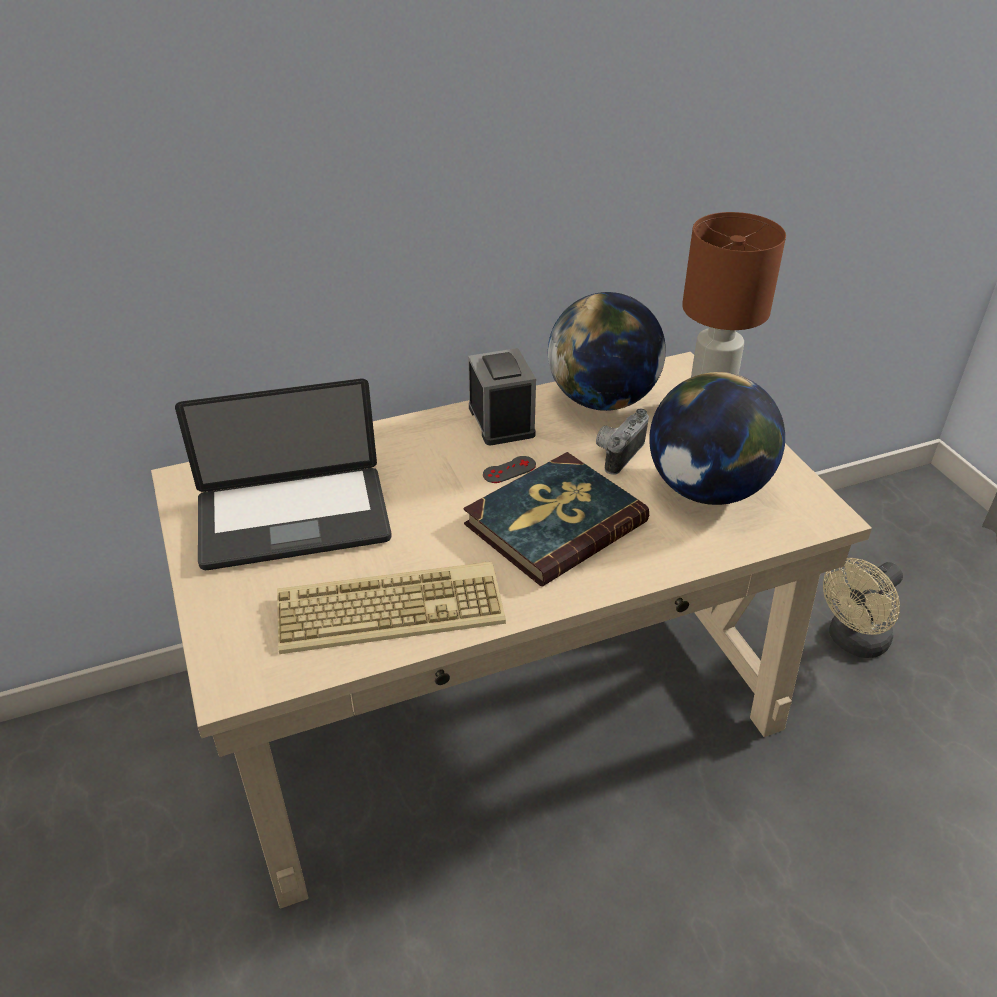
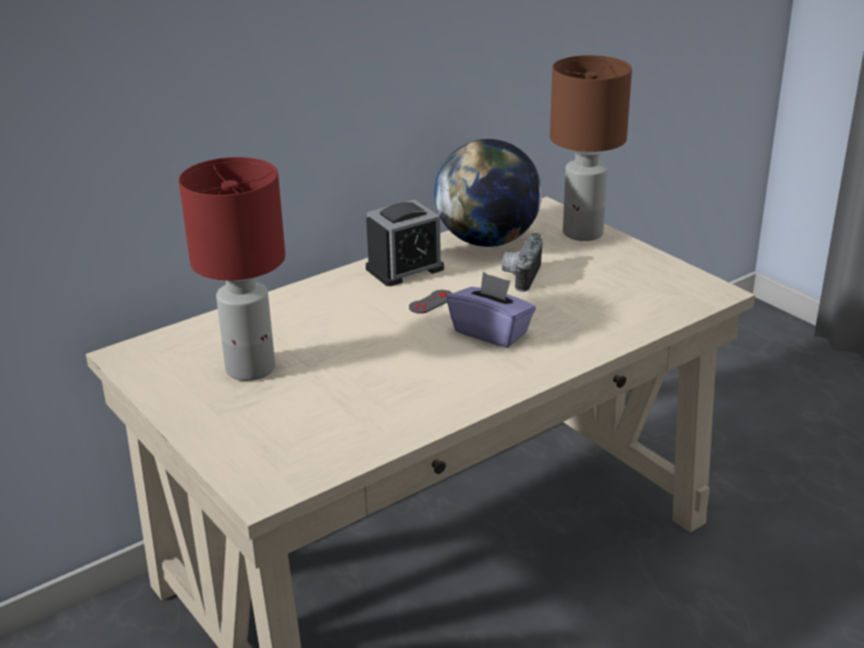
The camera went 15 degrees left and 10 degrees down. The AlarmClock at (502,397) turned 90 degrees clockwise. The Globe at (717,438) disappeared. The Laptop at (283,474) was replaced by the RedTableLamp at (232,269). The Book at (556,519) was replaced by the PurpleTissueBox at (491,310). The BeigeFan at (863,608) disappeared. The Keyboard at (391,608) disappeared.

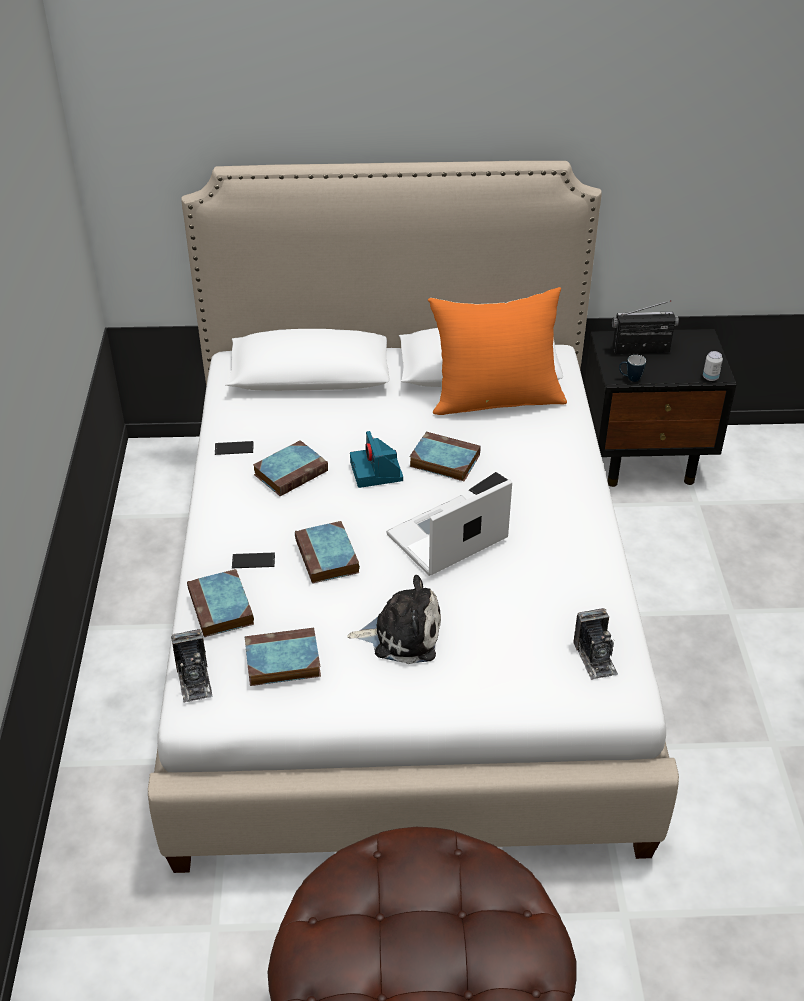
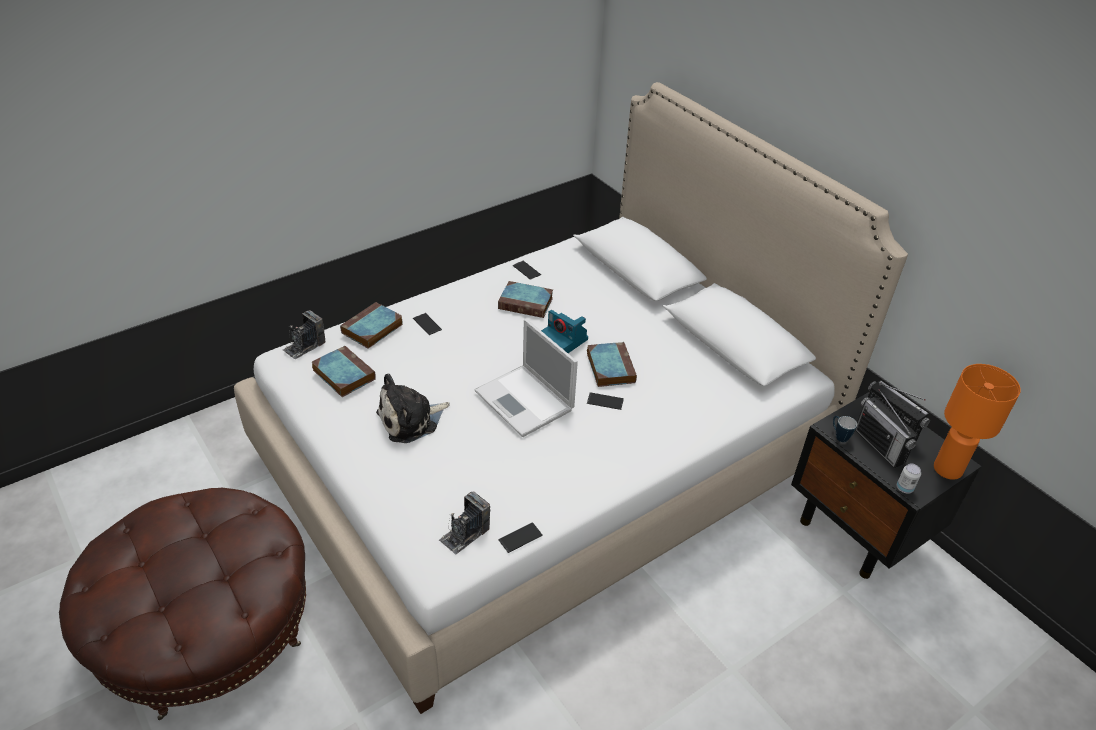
The camera went 55 degrees right and 0 degrees up. The OrangePillow at (497,351) disappeared. The PhotoCamera at (376,459) turned 90 degrees counterclockwise. The Laptop at (449,527) turned 150 degrees counterclockwise. The Book at (327,552) disappeared. The PlushToy at (394,619) turned 90 degrees clockwise. The OrangeTableLamp at (977,422) appeared. The Radio at (887,428) appeared. The Phone at (520,537) appeared.

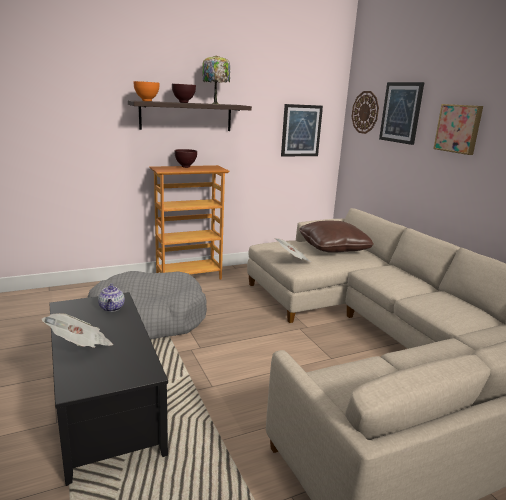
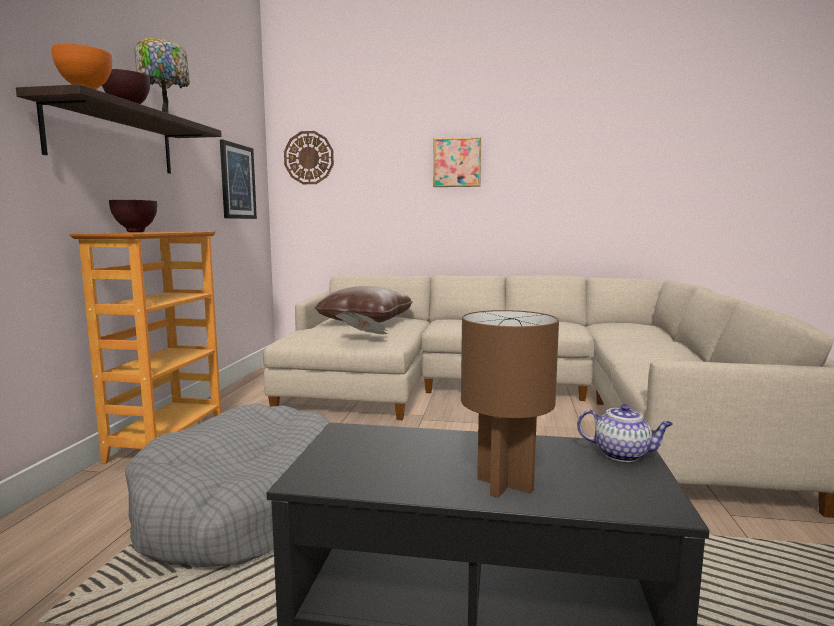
The camera went 55 degrees left and 10 degrees down. The Picture at (401,113) disappeared. The Teapot moved from (111,298) to (625,433). The Newspaper at (77,330) was replaced by the BrownTableLamp at (510,404).

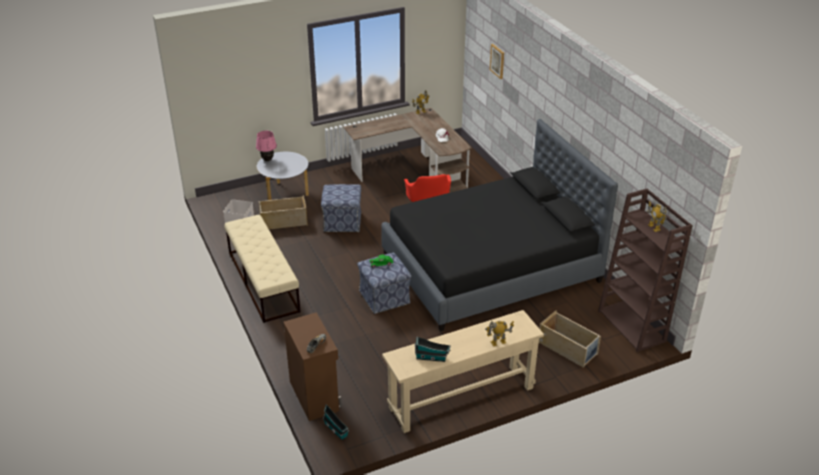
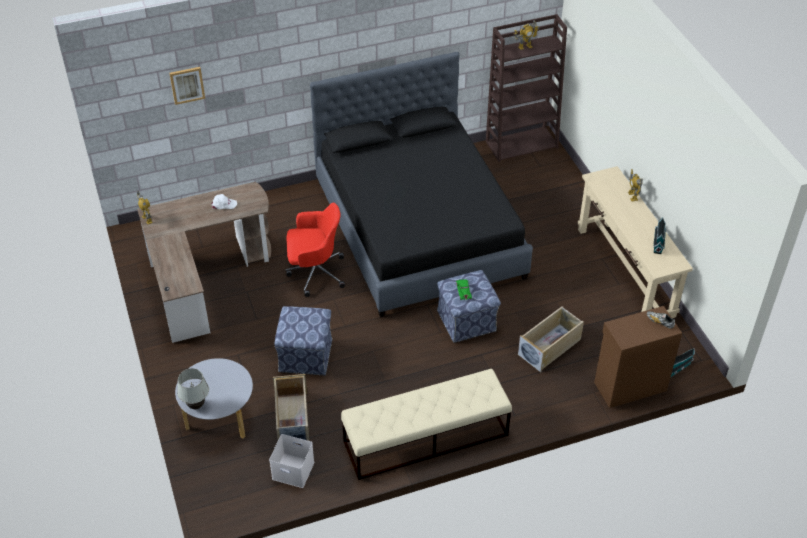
The camera went 85 degrees left and 10 degrees up. The PinkTableLamp at (266,146) became the WhiteTableLamp at (193,388). The BeigeStorageBox moved from (569,339) to (551,339).

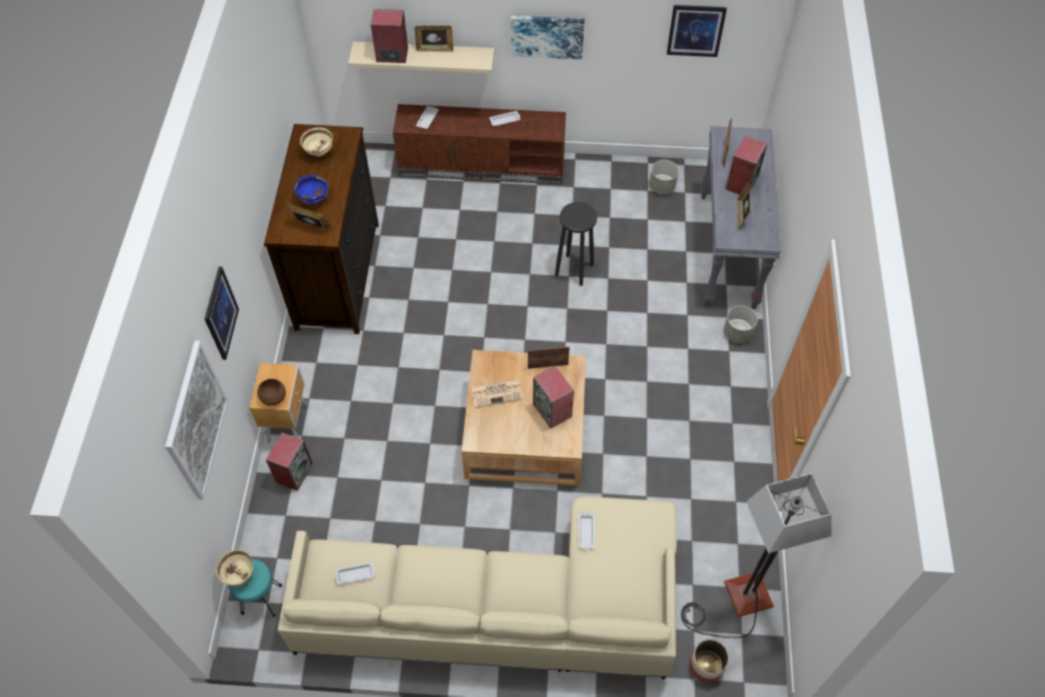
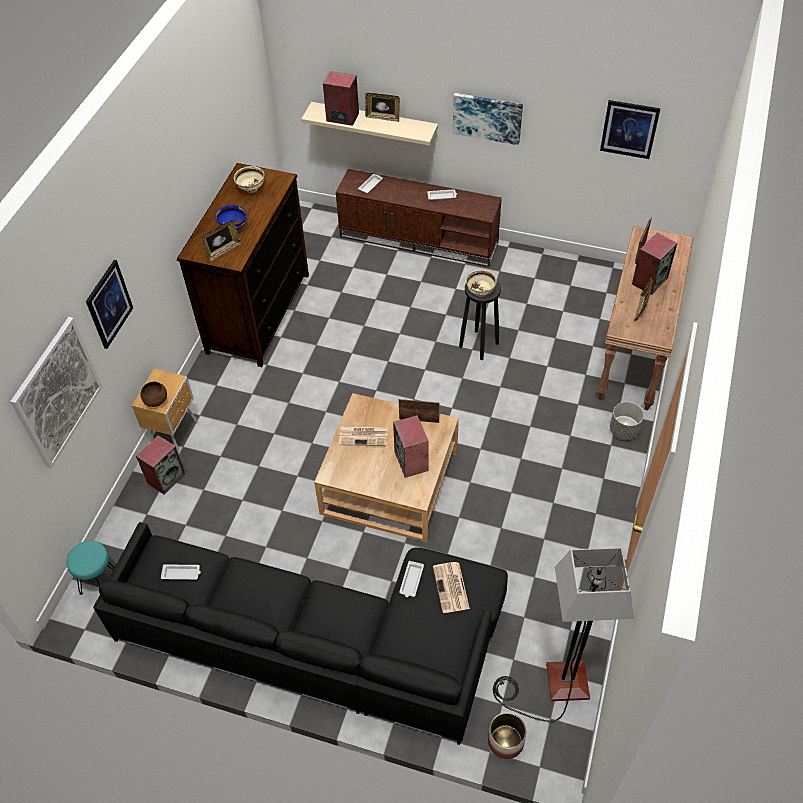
The camera went 15 degrees right and 5 degrees down. The GreyConsoleTable at (741,217) became the BrownConsoleTable at (645,318). The GreyPlanter at (664,177) disappeared. The PictureFrame at (309,216) turned 105 degrees clockwise. The BeigeSofa at (477,588) became the BlackSofa at (300,633). The BeigeBowl moved from (235,568) to (481,283). The Newspaper at (451,587) appeared.

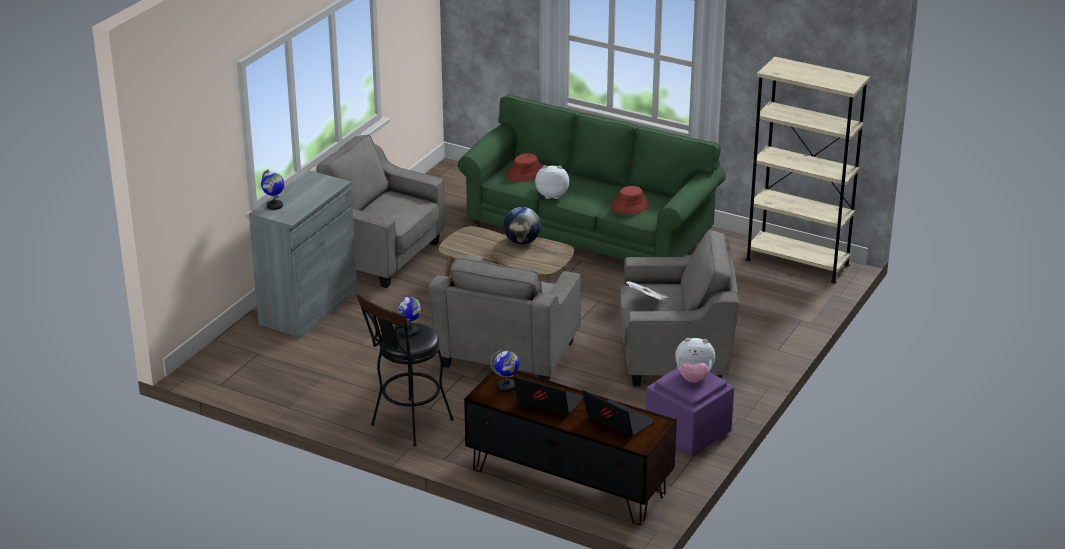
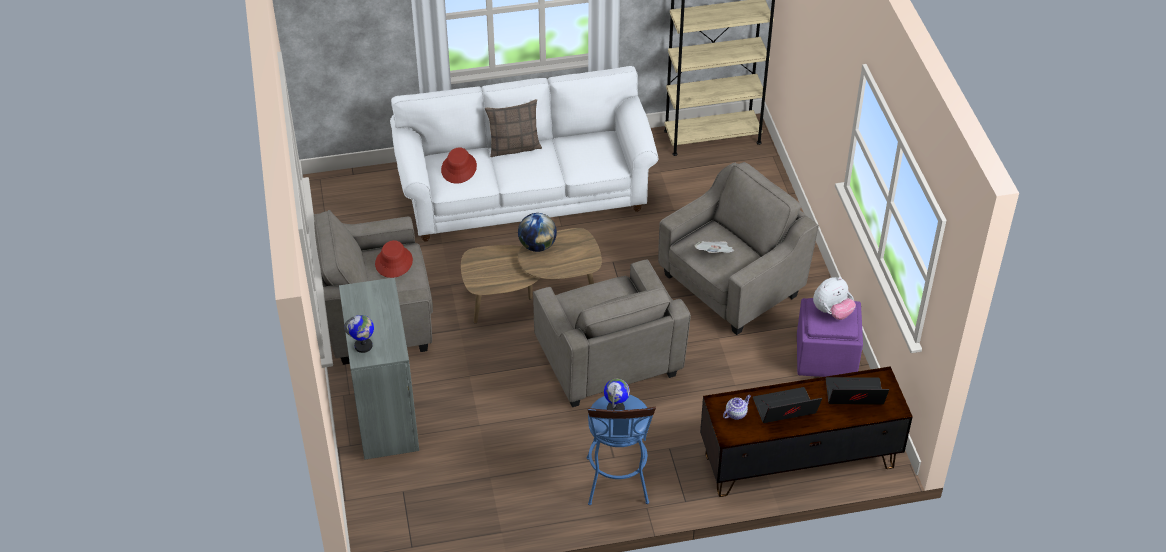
The camera went 40 degrees left and 15 degrees up. The GreenSofa at (592,177) became the WhiteSofa at (524,154). The PlushToy at (552,182) disappeared. The RedHat moved from (630,200) to (394,259). The BlackStool at (405,370) became the BlueStool at (621,449). The Globe at (505,370) was replaced by the Teapot at (737,407). The Pillow at (513,128) appeared.

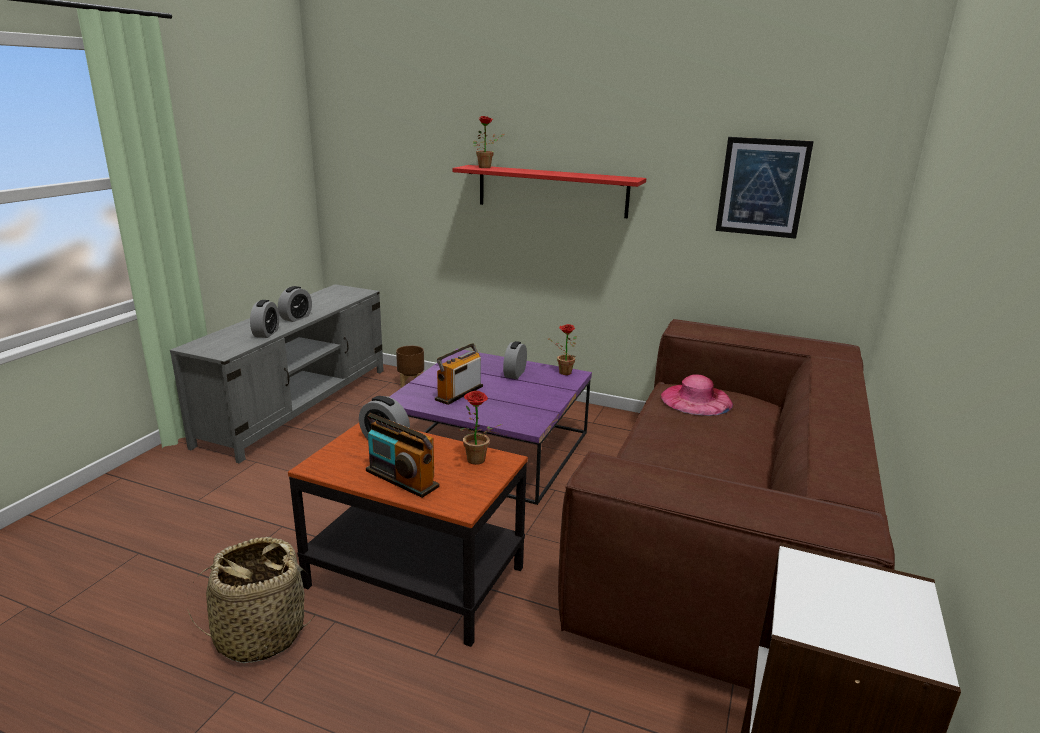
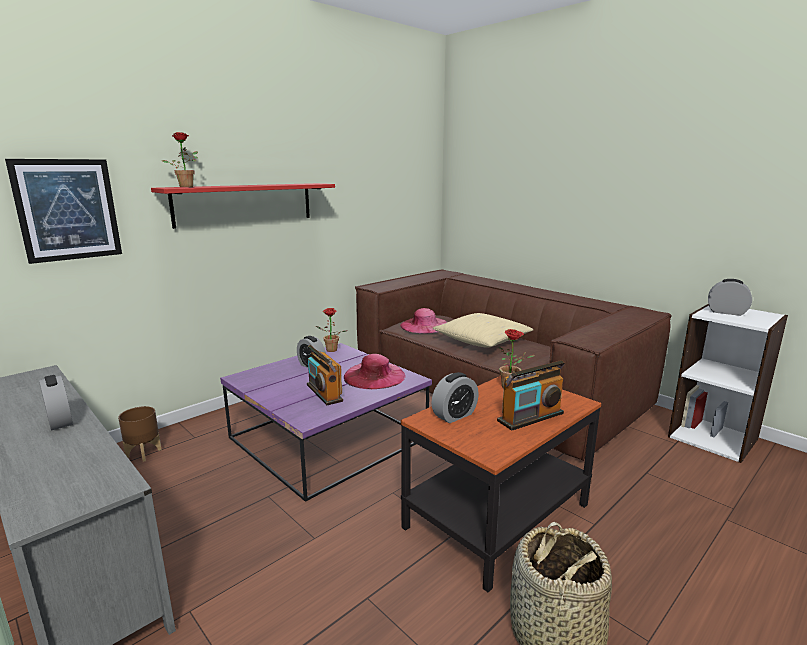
The camera went 65 degrees left and 5 degrees down. The Picture moved from (765,188) to (63,211). The AlarmClock moved from (264,319) to (730,297). The BeigePillow at (483,330) appeared. The PinkHat at (375,371) appeared.

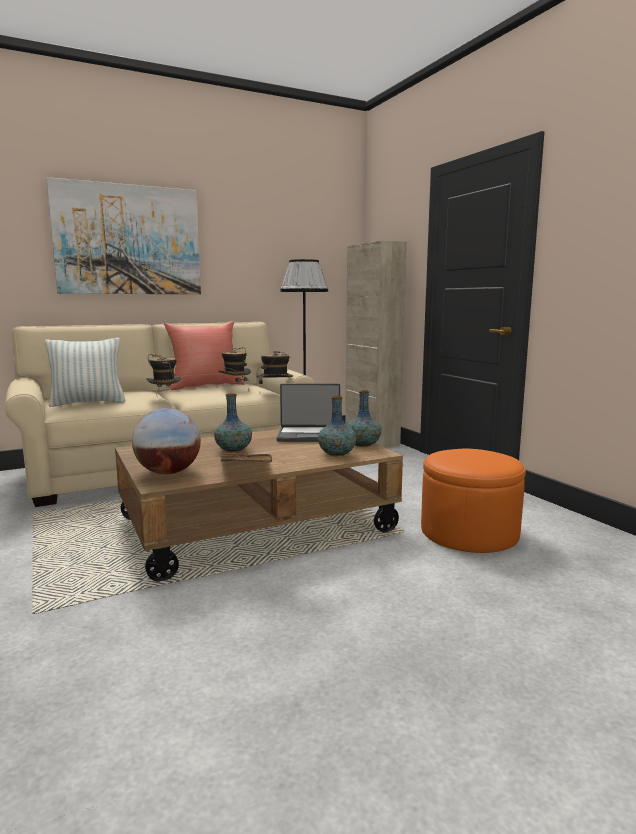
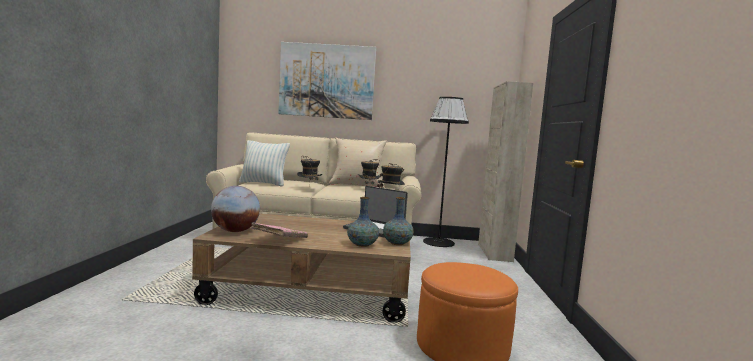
The camera went 30 degrees right and 5 degrees down. The RedPillow at (204,355) became the BeigePillow at (358,163). The Vase at (233,423) disappeared.

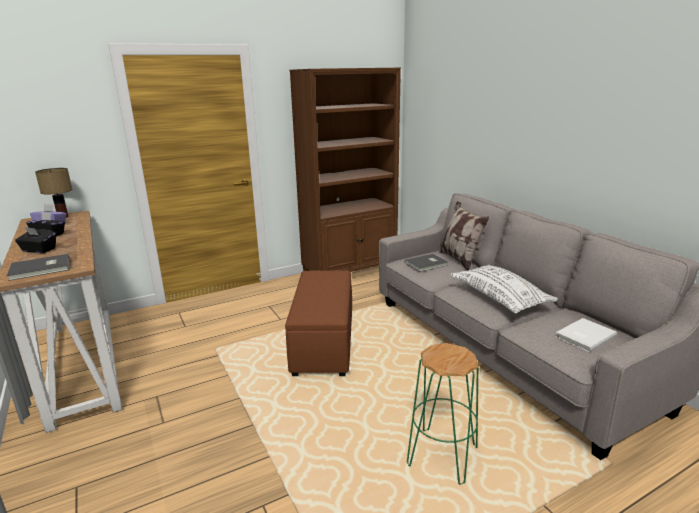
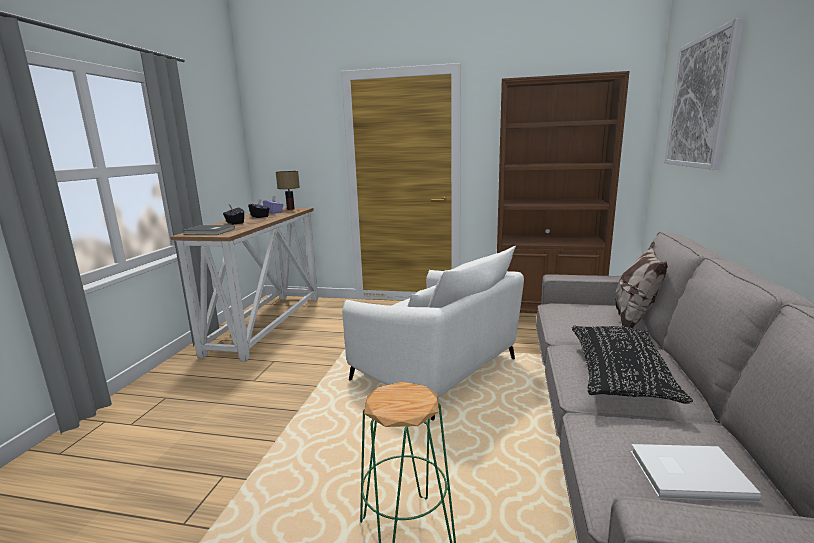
The camera went 40 degrees right and 5 degrees down. The GreyBook at (426,263) disappeared. The WhitePillow at (504,289) became the BlackPillow at (632,365). The BrownOttoman at (318,323) was replaced by the WhiteArmchair at (433,333). The Picture at (704,94) appeared.

